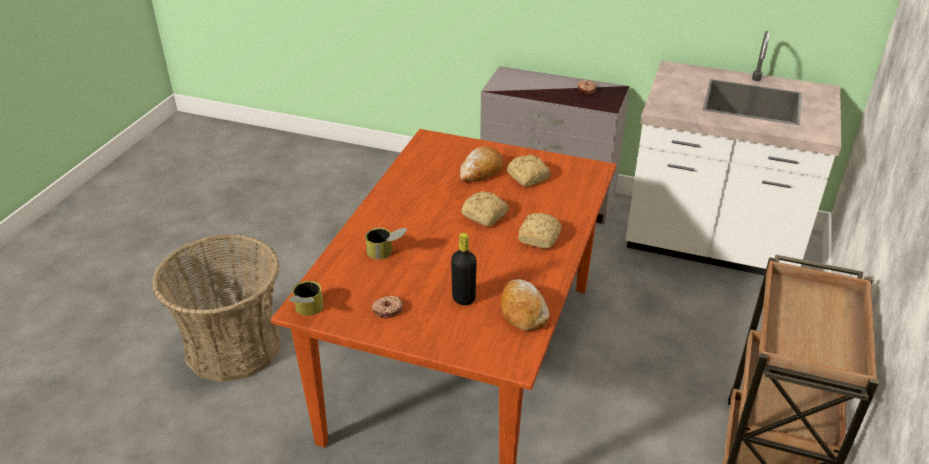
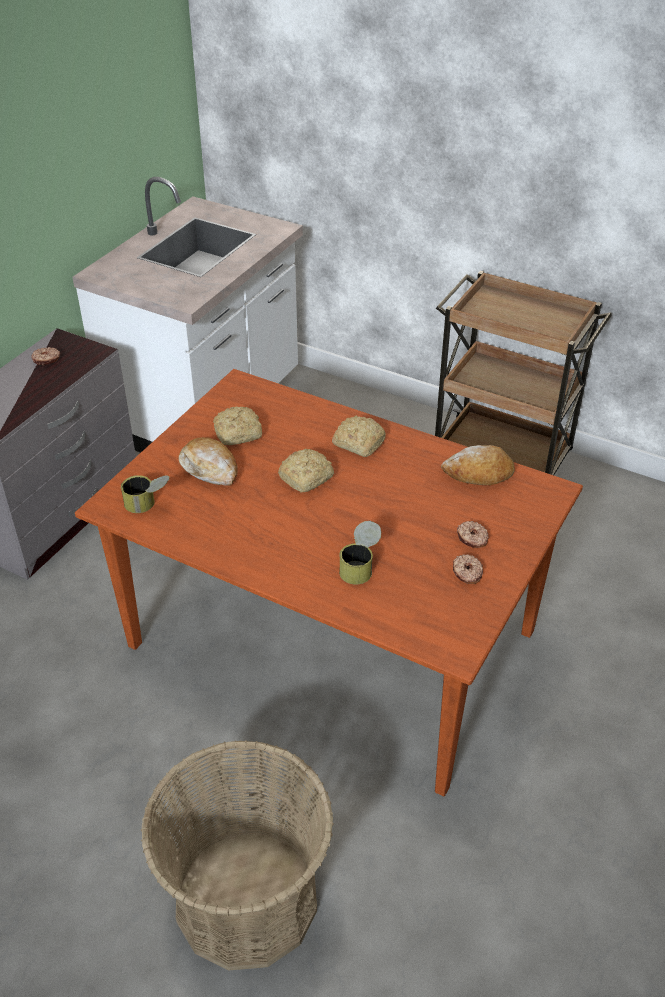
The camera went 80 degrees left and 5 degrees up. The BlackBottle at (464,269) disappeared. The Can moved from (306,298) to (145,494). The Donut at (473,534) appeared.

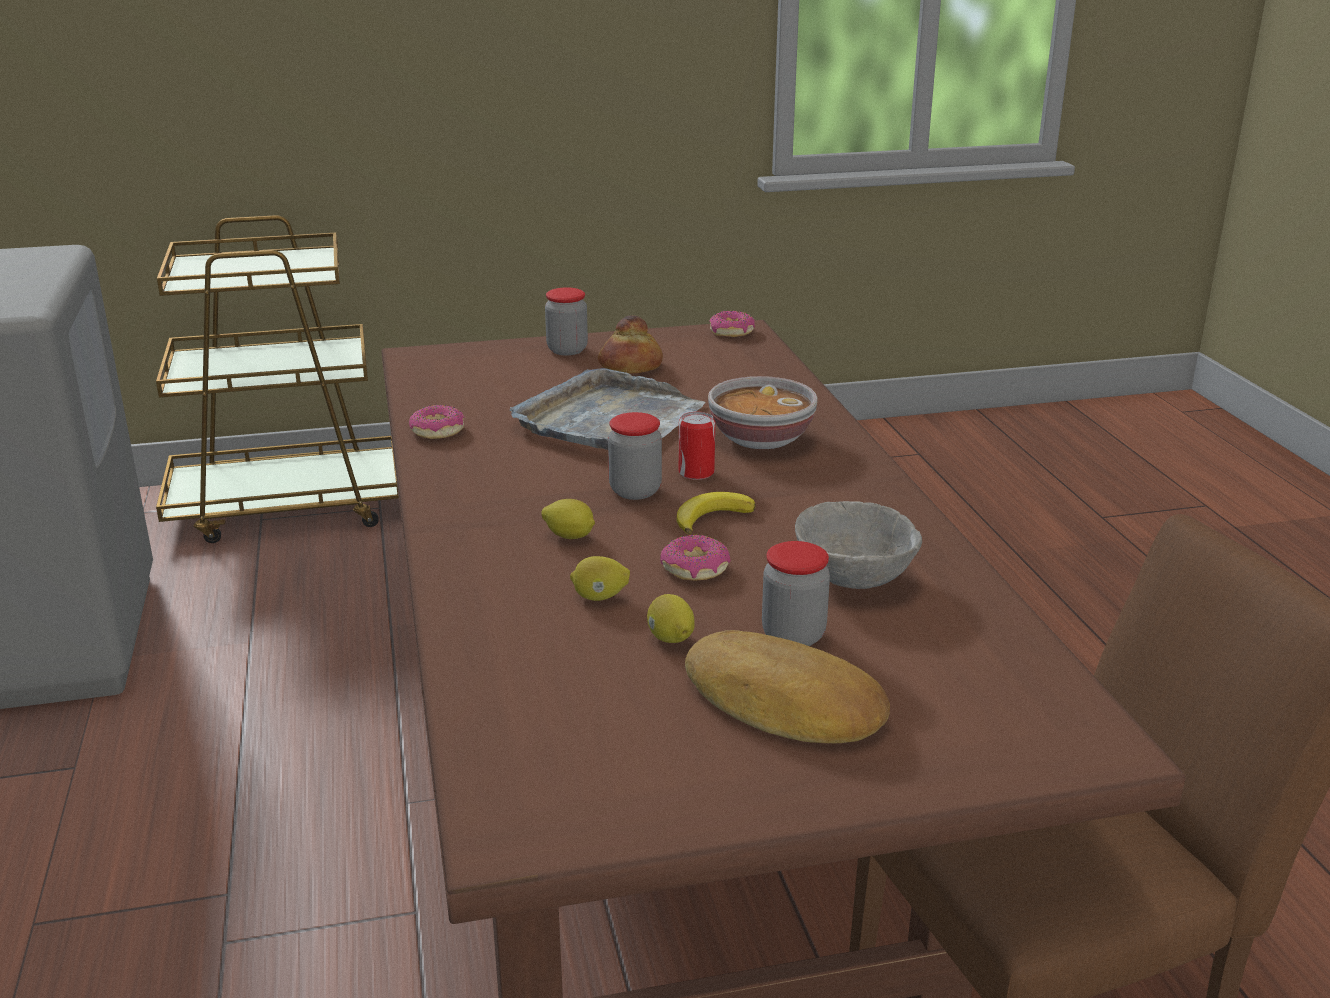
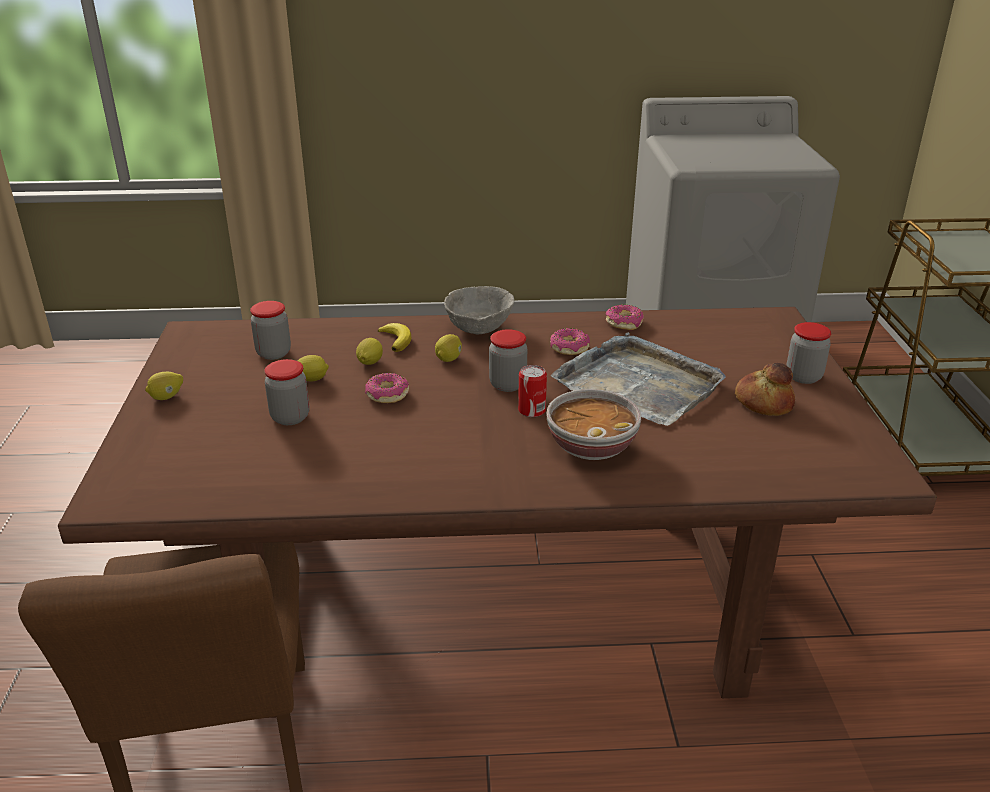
The camera went 100 degrees right and 5 degrees up. The Donut moved from (732,324) to (570,341). The Banana moved from (716,513) to (394,337). The GreyBowl moved from (858,545) to (479,310). The Bread at (787,686) disappeared. The Jar at (270,330) appeared. The Lemon at (164,386) appeared.

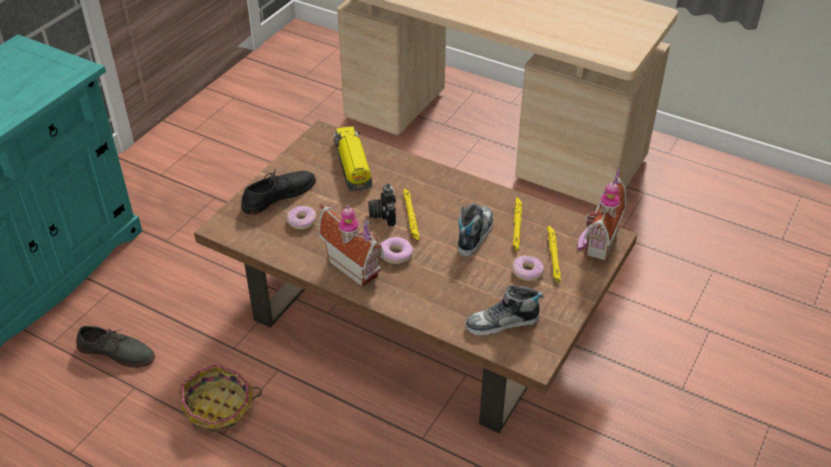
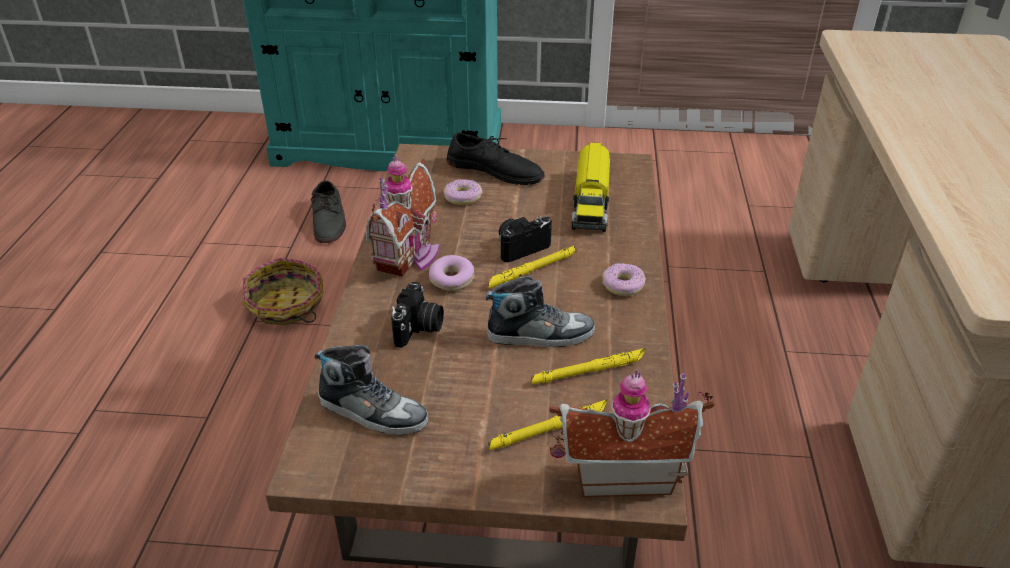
The camera went 65 degrees right and 5 degrees down. The ToyTruck at (353,158) turned 135 degrees clockwise. The Donut moved from (528,268) to (624,279). The Shoe at (504,310) turned 150 degrees clockwise. The PhotoCamera at (417,315) appeared.

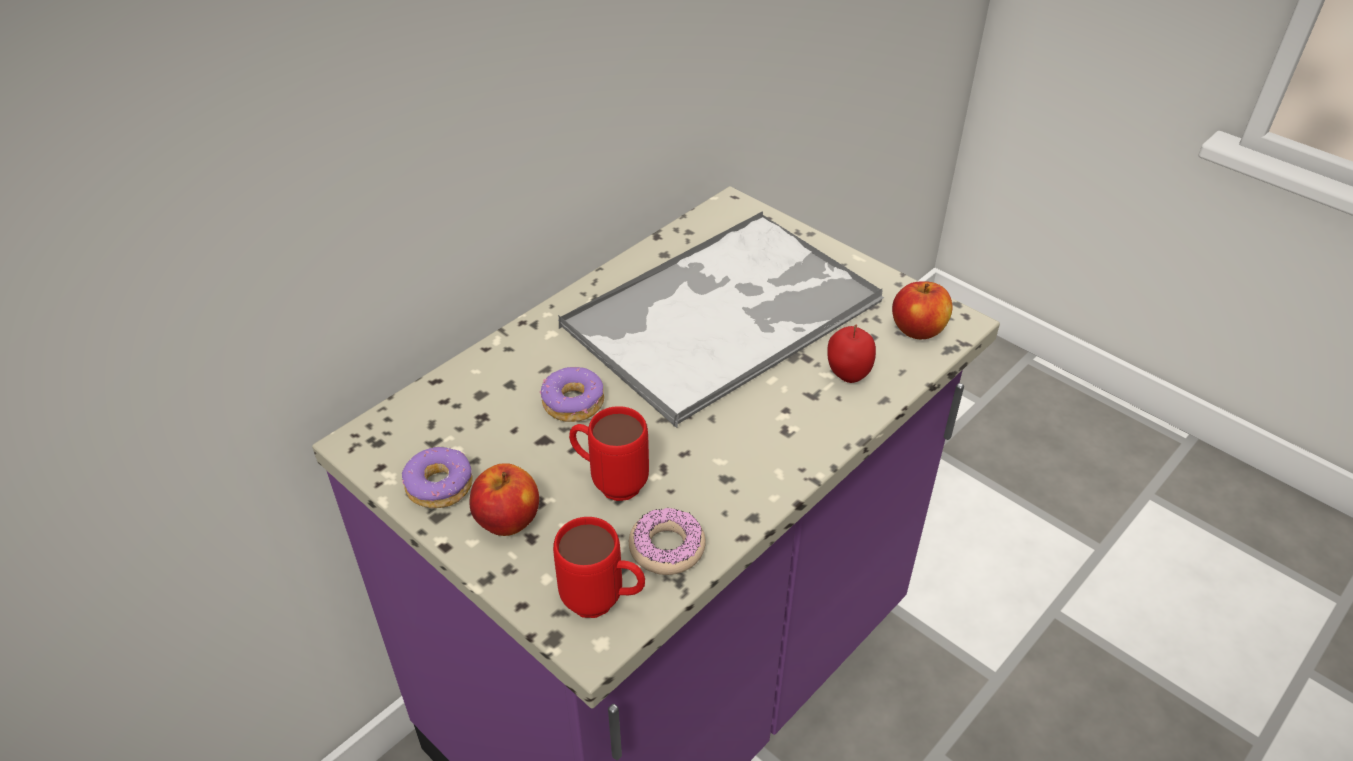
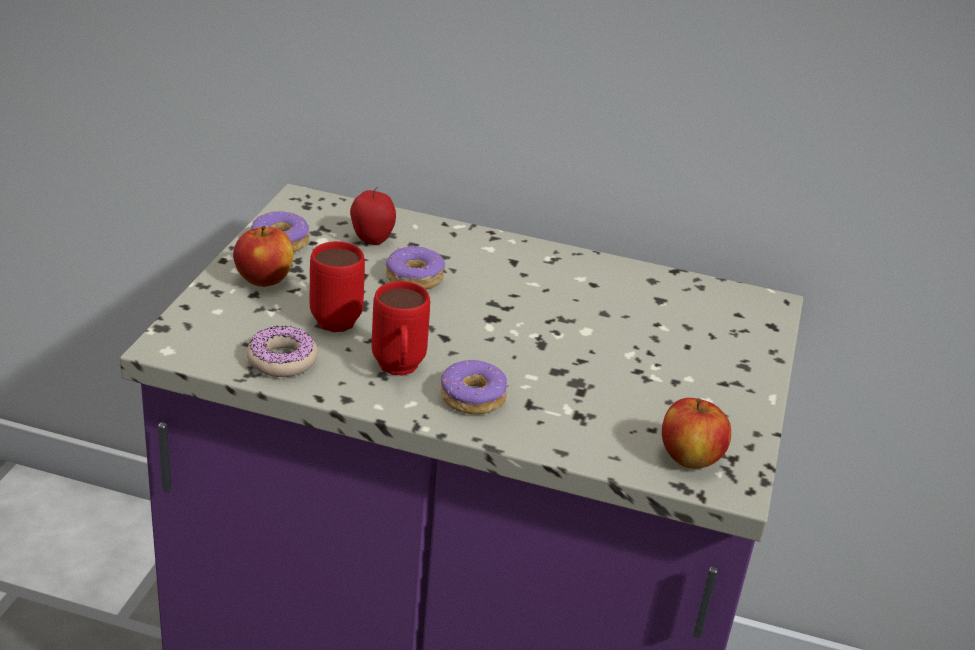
The camera went 60 degrees right and 10 degrees down. The Tray at (721,319) disappeared. The Apple moved from (851,354) to (373,216). The RedMug moved from (599,567) to (401,328). The Donut at (475,387) appeared.

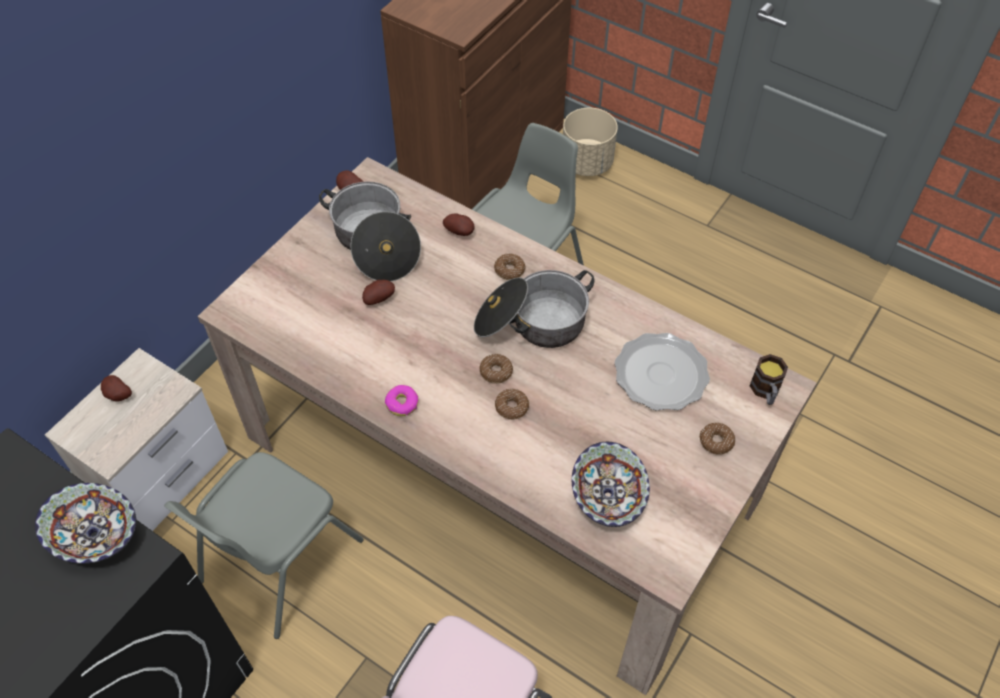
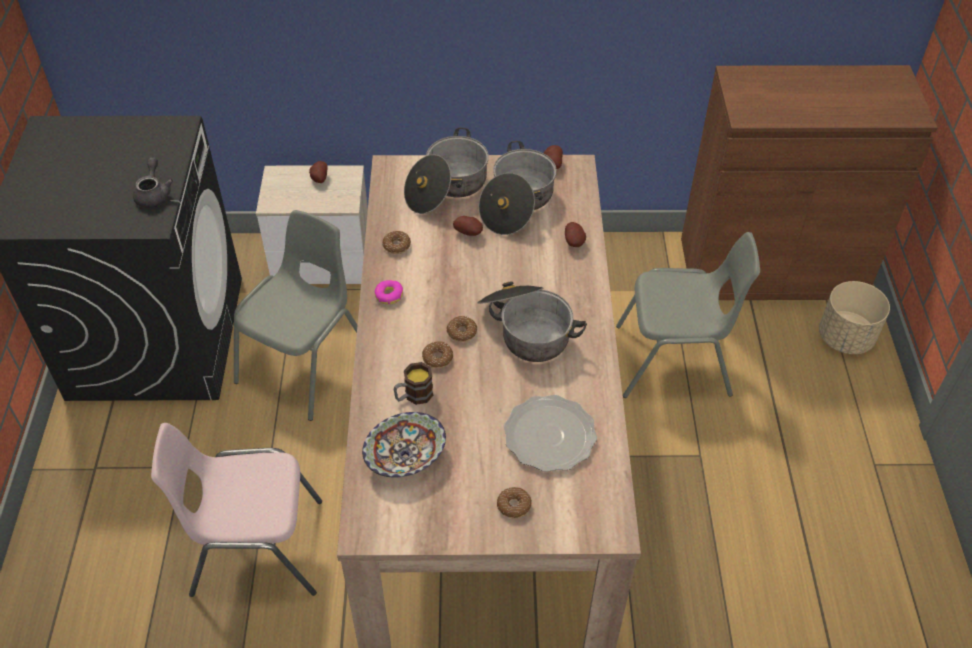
The camera went 55 degrees right and 5 degrees down. The Donut moved from (510,266) to (396,242). The Mug moved from (769,379) to (413,383). The GreyChair at (263,545) turned 120 degrees clockwise. The Bowl at (85,523) was replaced by the GreyTeapot at (153,182). The CookingPot at (446,171) appeared.

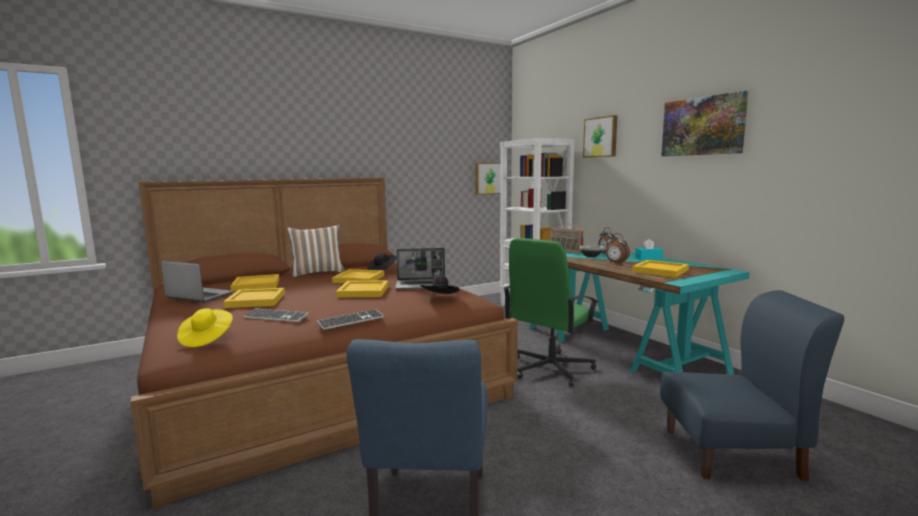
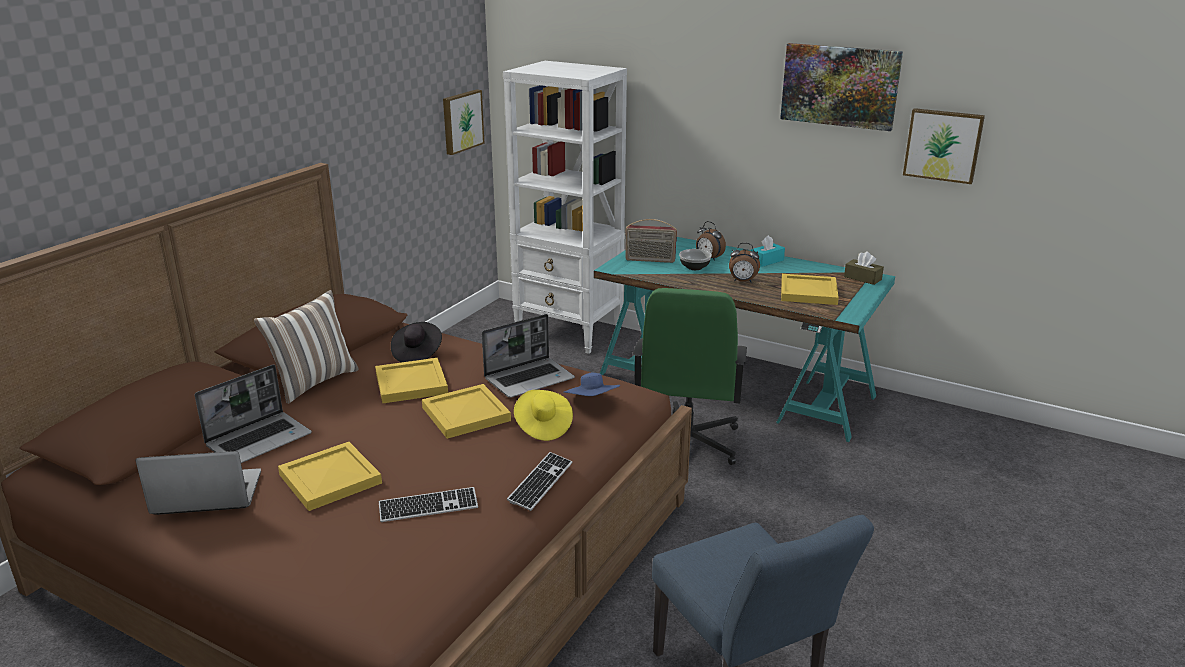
The camera went 30 degrees left and 15 degrees up. The Picture moved from (600,136) to (944,146). The YellowTray at (254,282) was replaced by the Laptop at (253,414). The BlackHat at (440,285) became the BlueHat at (592,384). The BlueChair at (752,385) disappeared. The YellowHat moved from (205,327) to (543,415). The BrownTissueBox at (864,268) appeared.

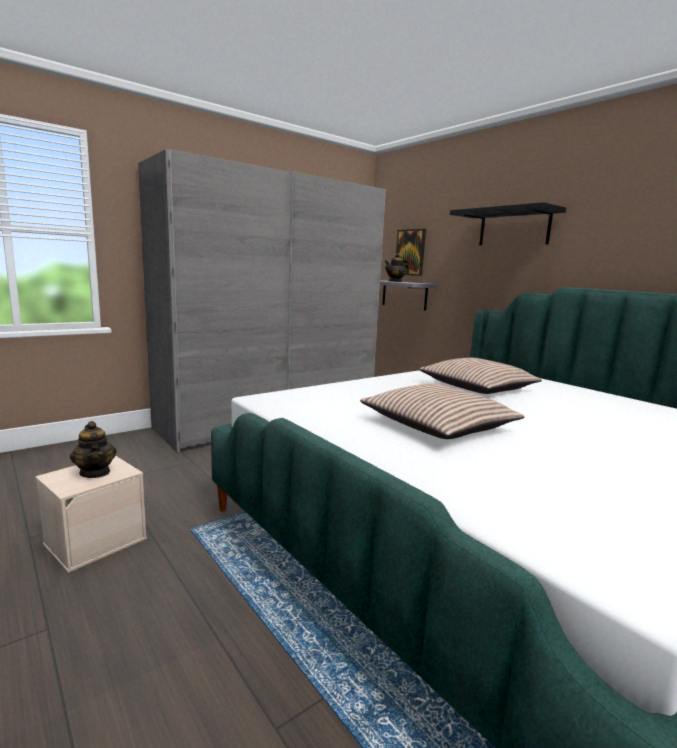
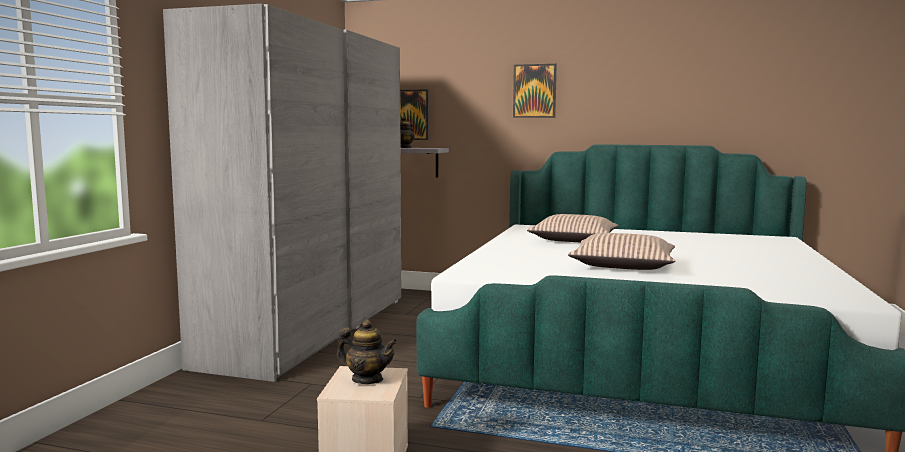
The camera went 35 degrees left and 5 degrees down. The BlackShelf at (508,223) was replaced by the Picture at (535,91).

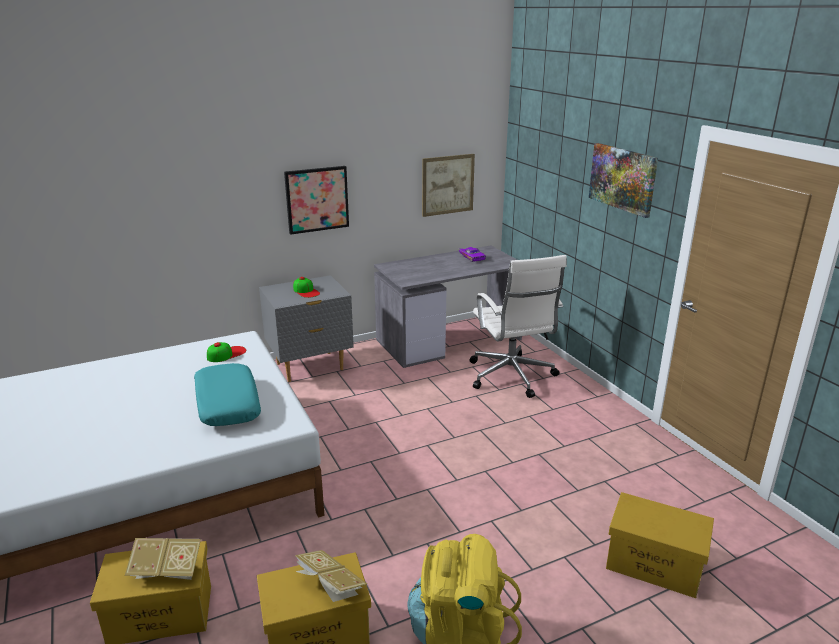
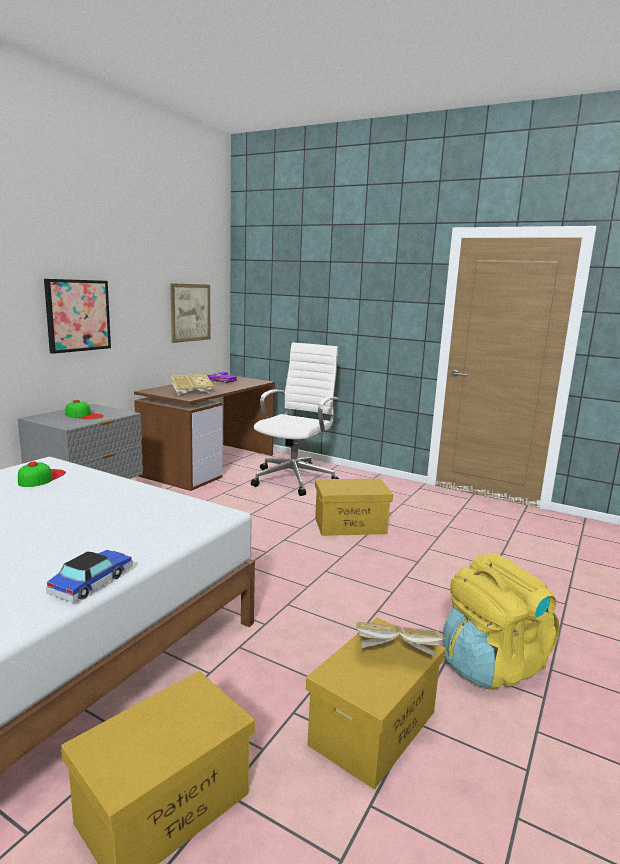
The camera went 35 degrees left and 10 degrees down. The Picture at (623,180) disappeared. The GreyDesk at (448,307) became the BrownDesk at (204,433). The WhiteOfficeChair at (518,326) turned 105 degrees counterclockwise. The TurquoisePillow at (227,394) disappeared. The YellowStorageBox moved from (660,545) to (354,507). The Book moved from (163,559) to (192,384). The ToyCar at (89,576) appeared.

